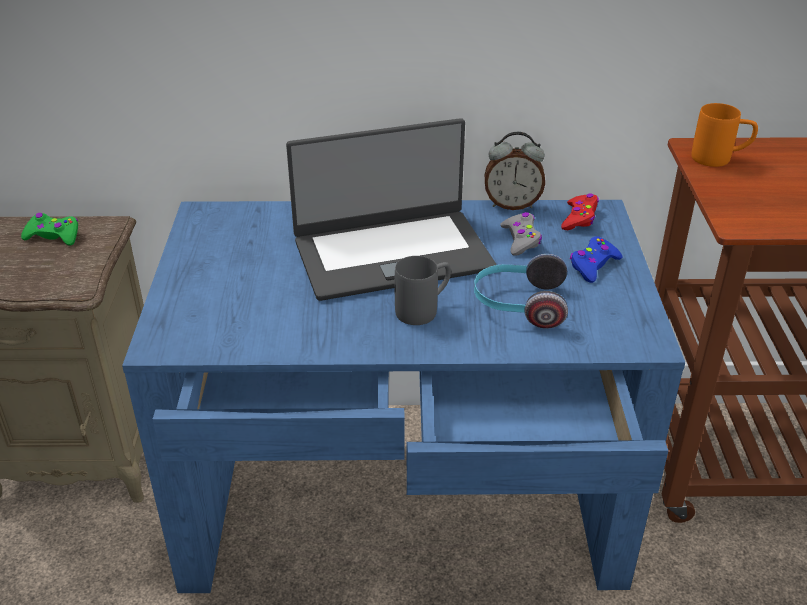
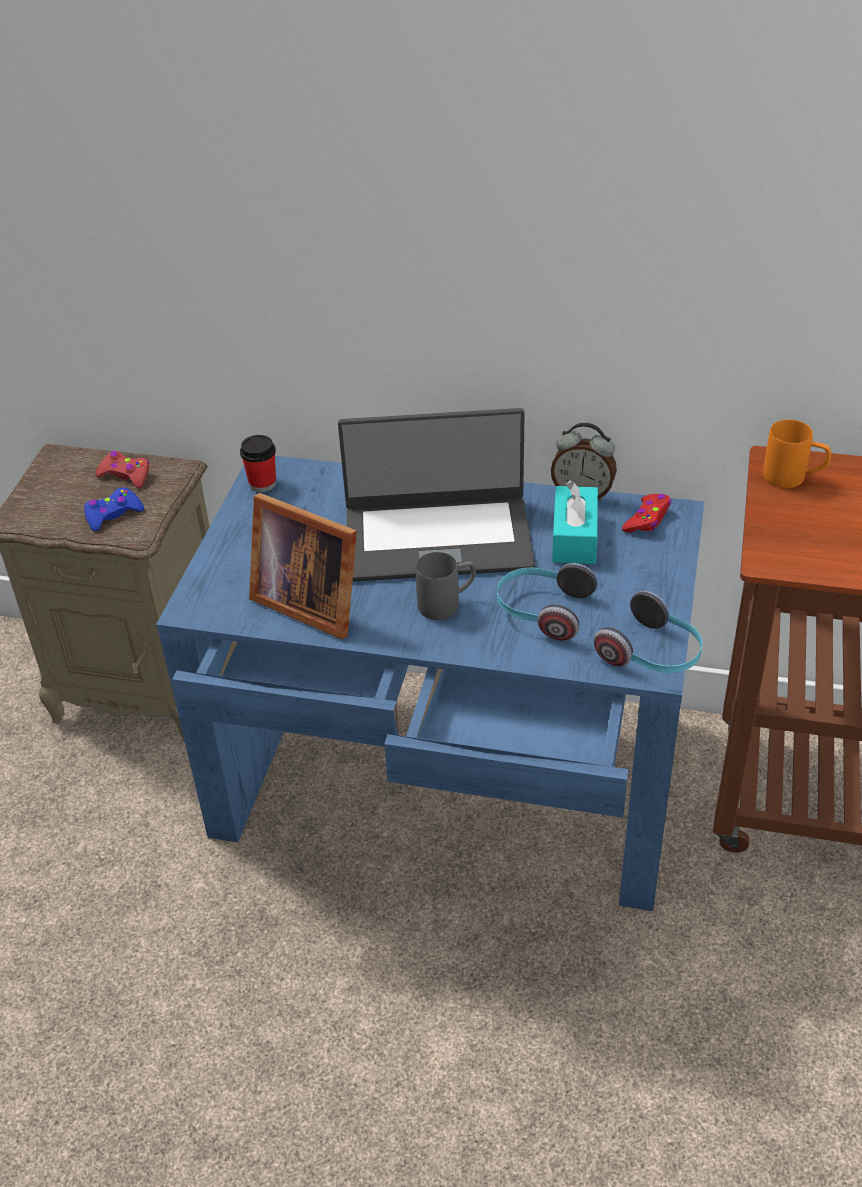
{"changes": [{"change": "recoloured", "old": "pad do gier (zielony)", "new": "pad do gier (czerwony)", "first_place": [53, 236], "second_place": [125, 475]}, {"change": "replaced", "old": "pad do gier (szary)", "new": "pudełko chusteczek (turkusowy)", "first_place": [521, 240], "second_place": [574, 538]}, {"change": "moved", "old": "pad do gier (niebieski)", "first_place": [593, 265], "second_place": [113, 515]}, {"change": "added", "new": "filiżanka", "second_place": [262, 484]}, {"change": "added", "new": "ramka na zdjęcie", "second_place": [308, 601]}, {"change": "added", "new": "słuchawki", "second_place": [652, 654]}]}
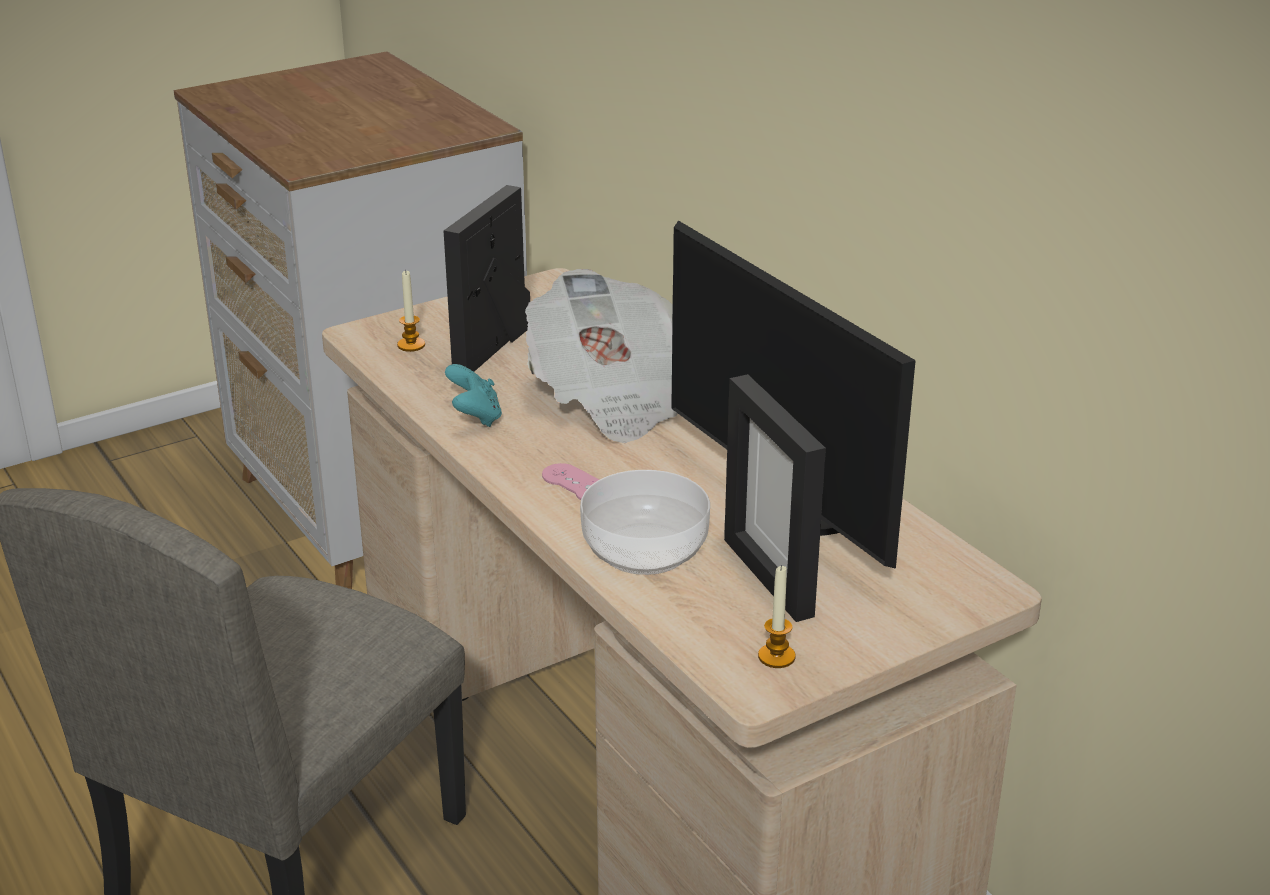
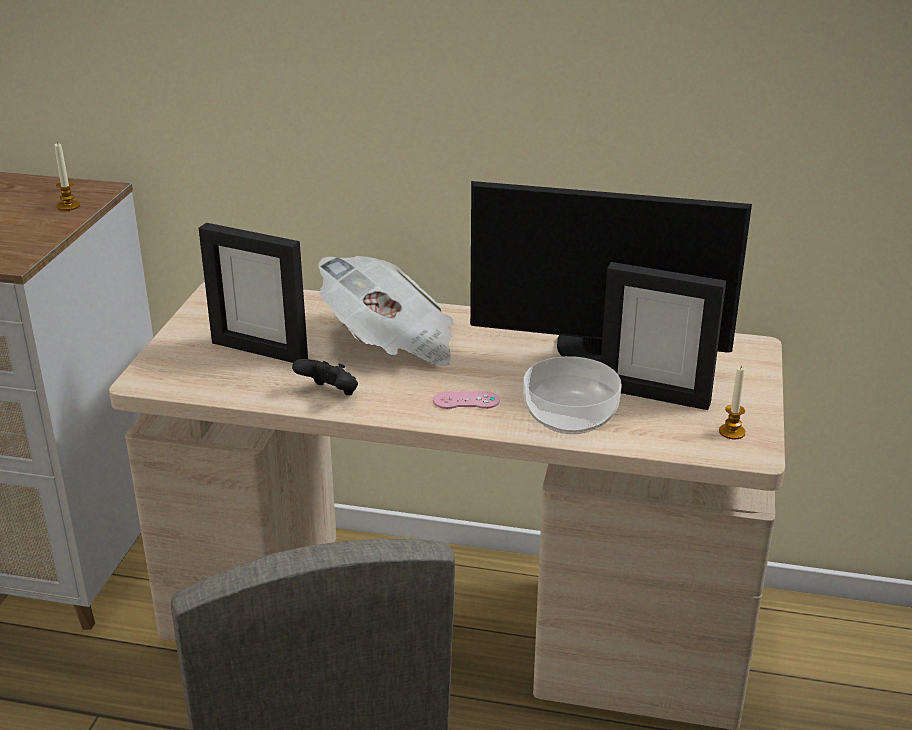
{"changes": [{"change": "moved", "old": "świeca", "first_place": [411, 345], "second_place": [68, 206]}, {"change": "turned", "old": "ramka na zdjęcie", "first_place": [492, 350], "second_place": [260, 349], "degrees": -45}, {"change": "recoloured", "old": "pad do gier (turkusowy)", "new": "pad do gier (czarny)", "first_place": [475, 417], "second_place": [329, 394]}]}
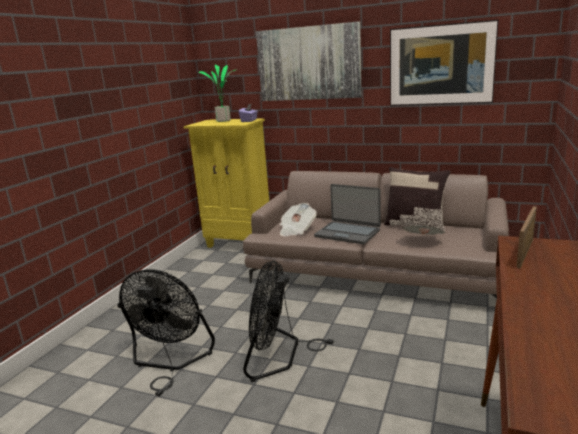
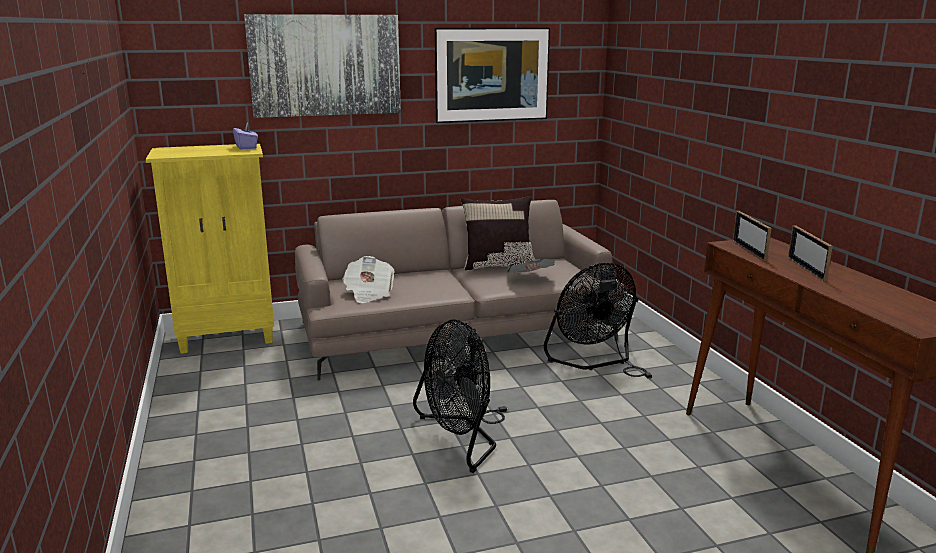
{"changes": [{"change": "moved", "old": "wentylator (czarny)", "first_place": [165, 360], "second_place": [601, 360]}, {"change": "removed", "old": "roślina doniczkowa", "first_place": [224, 120]}, {"change": "removed", "old": "laptop", "first_place": [348, 233]}, {"change": "added", "new": "ramka na zdjęcie", "second_place": [806, 269]}]}
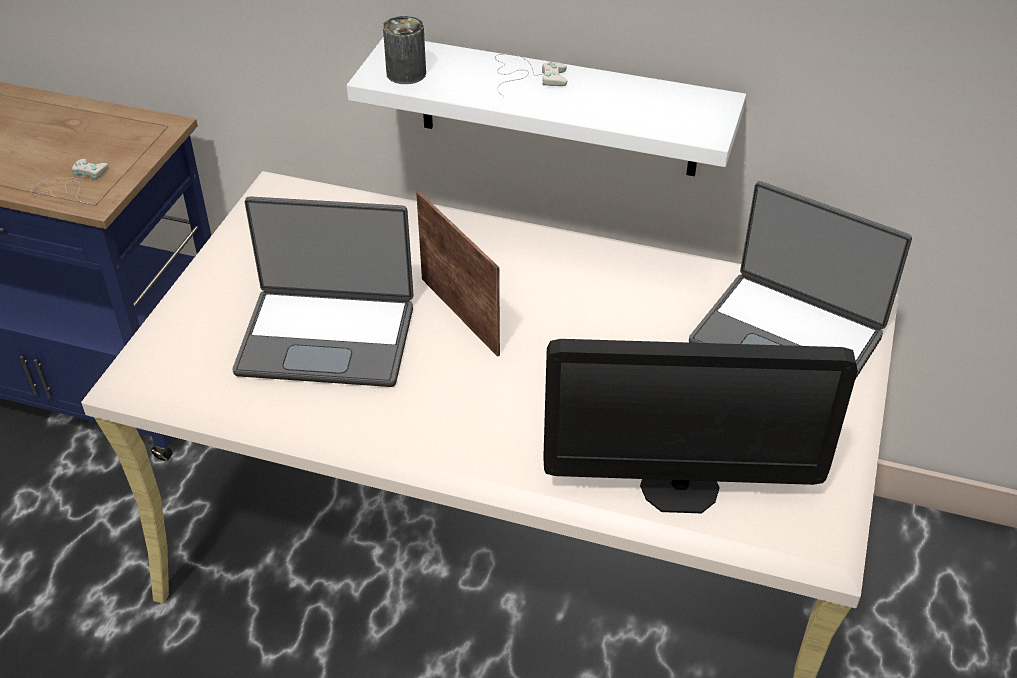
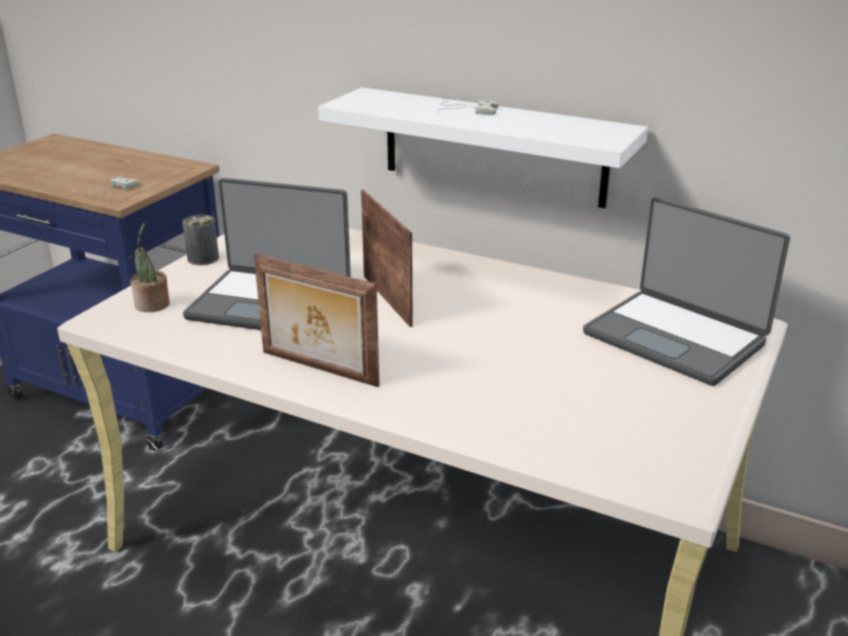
{"changes": [{"change": "moved", "old": "puszka", "first_place": [406, 73], "second_place": [203, 258]}, {"change": "removed", "old": "monitor", "first_place": [679, 487]}, {"change": "added", "new": "roślina doniczkowa", "second_place": [152, 305]}, {"change": "added", "new": "ramka na zdjęcie", "second_place": [318, 369]}]}
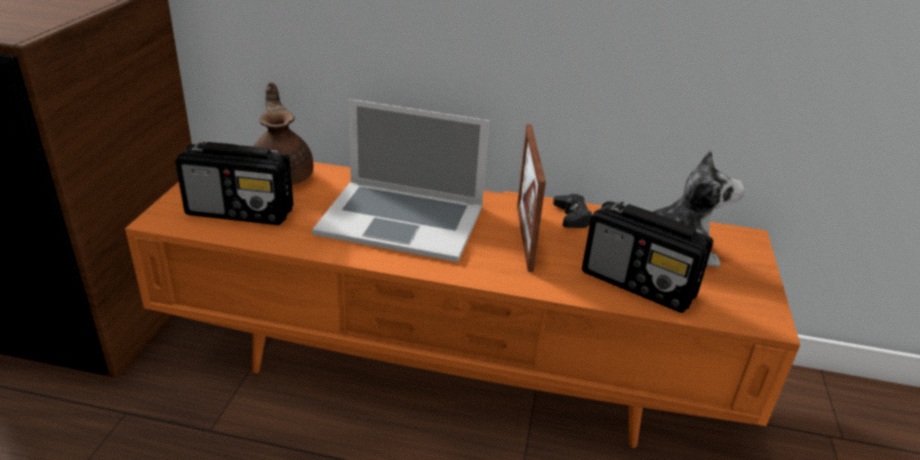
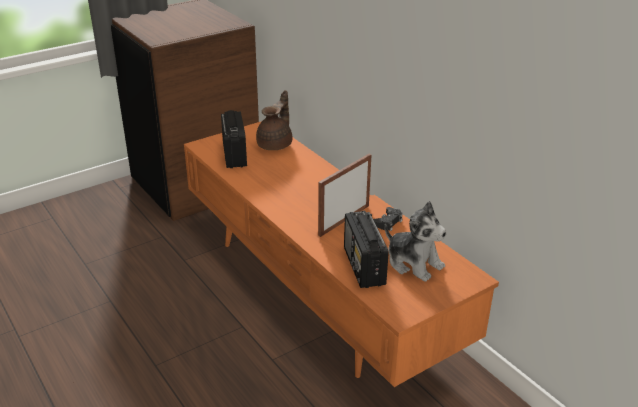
{"changes": [{"change": "turned", "old": "radio", "first_place": [241, 212], "second_place": [234, 154], "degrees": -150}, {"change": "removed", "old": "laptop", "first_place": [401, 219]}]}
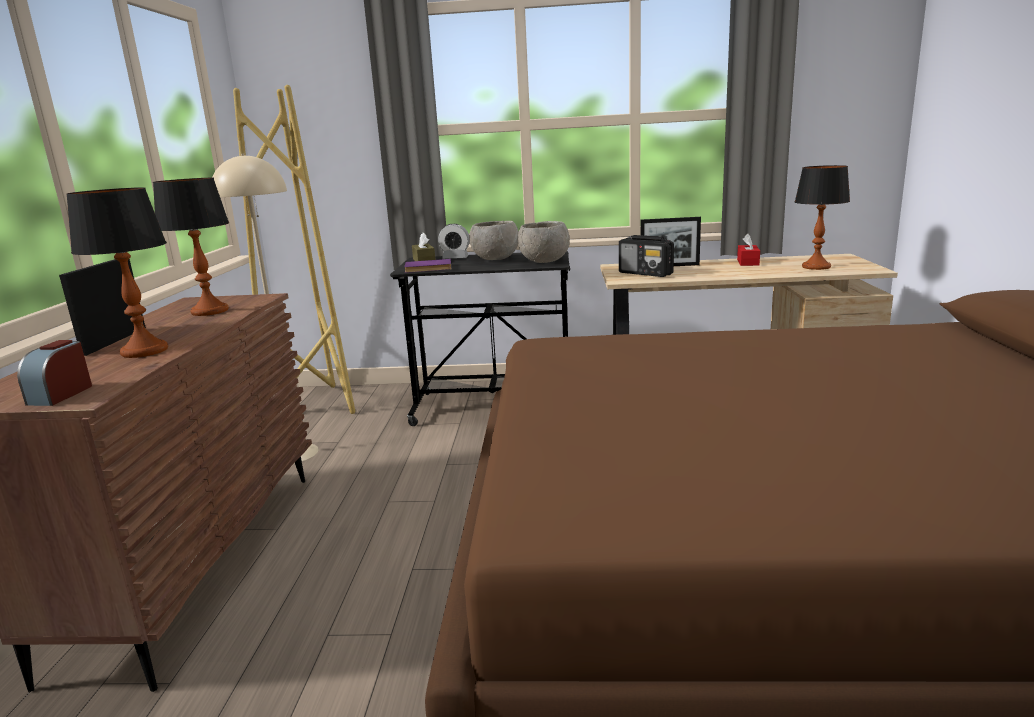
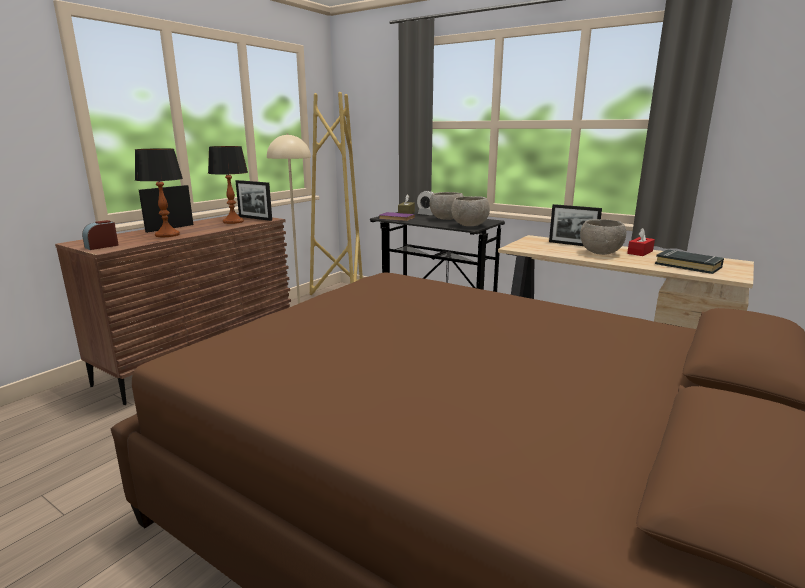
{"changes": [{"change": "removed", "old": "radio", "first_place": [646, 273]}, {"change": "replaced", "old": "lampa stołowa", "new": "książka (czarny)", "first_place": [815, 267], "second_place": [688, 265]}, {"change": "added", "new": "ramka na zdjęcie", "second_place": [255, 218]}, {"change": "added", "new": "miska (szary)", "second_place": [599, 253]}]}
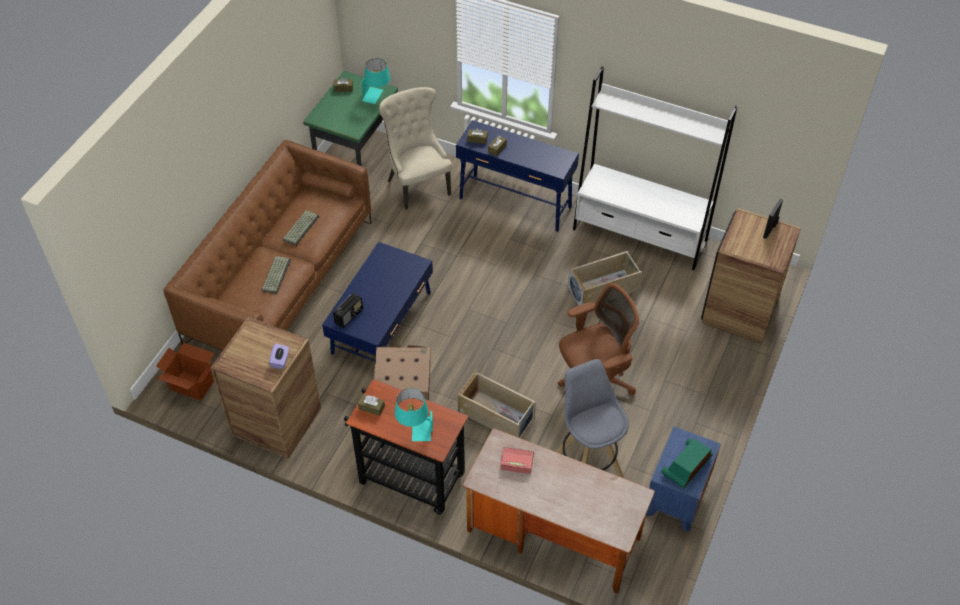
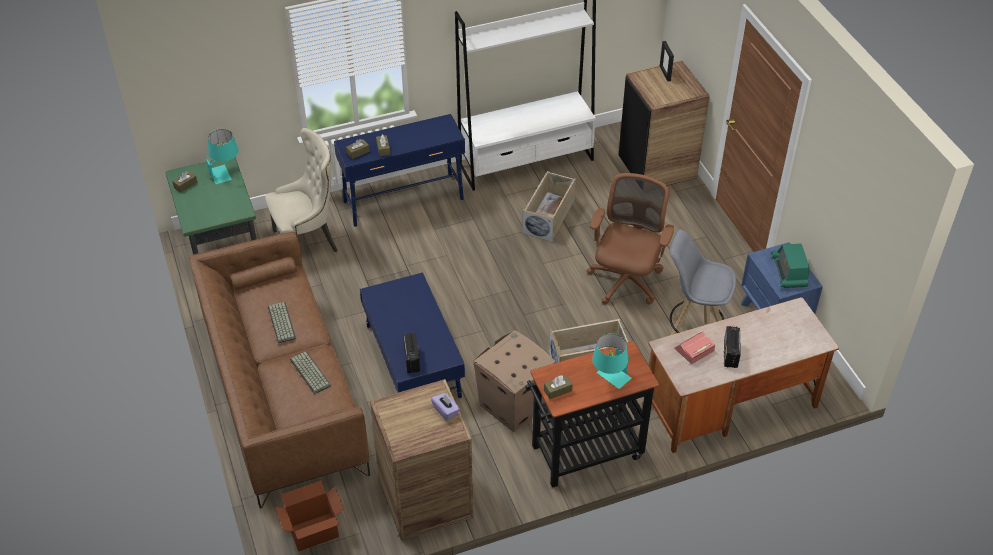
{"changes": [{"change": "turned", "old": "krzesło (beżowy)", "first_place": [418, 186], "second_place": [307, 240], "degrees": 135}, {"change": "added", "new": "radio", "second_place": [730, 354]}]}
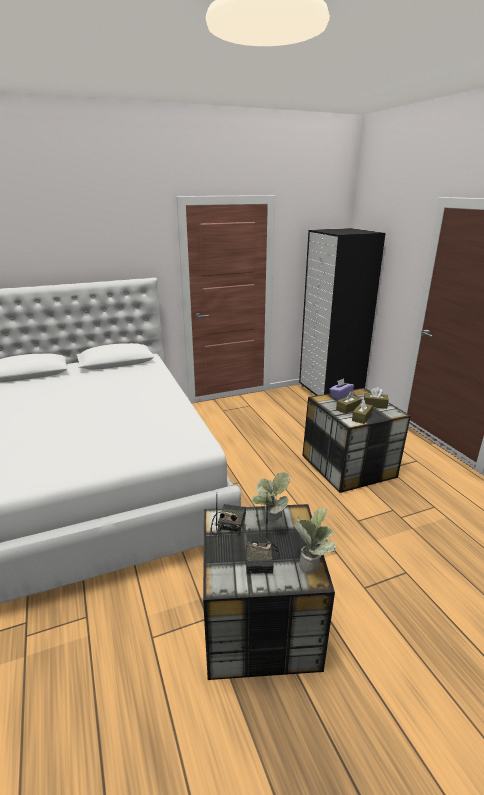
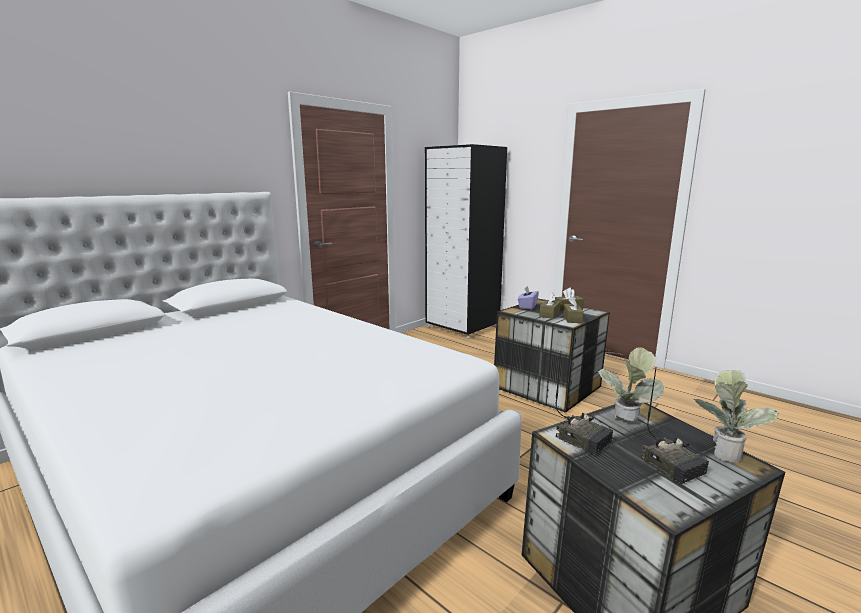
{"changes": [{"change": "turned", "old": "radio", "first_place": [228, 523], "second_place": [583, 438], "degrees": 150}]}
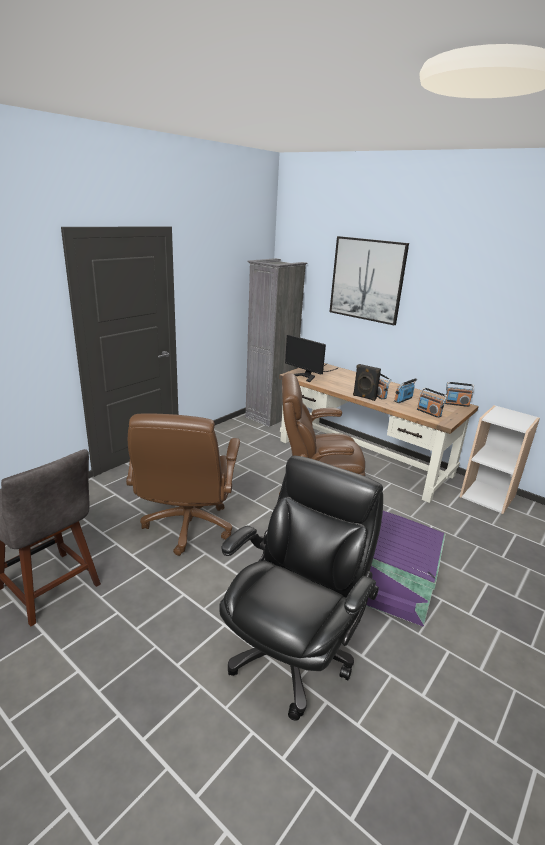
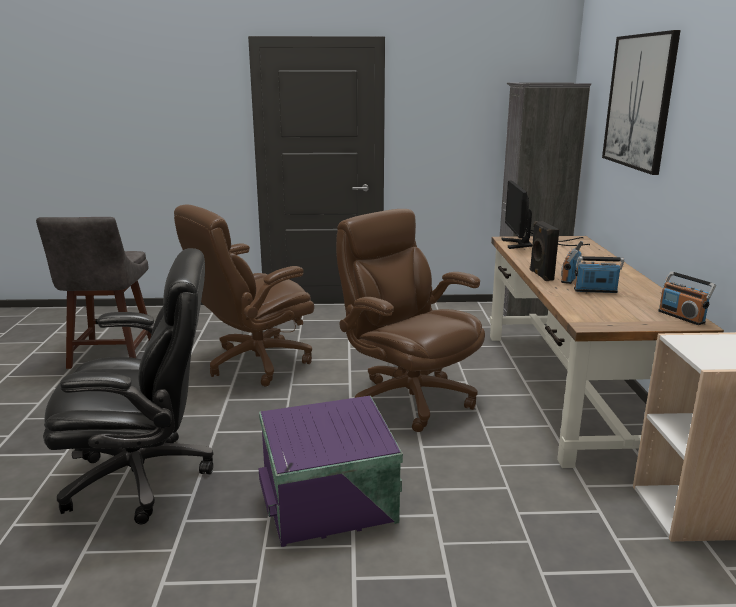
{"changes": [{"change": "removed", "old": "radio", "first_place": [429, 412]}]}
